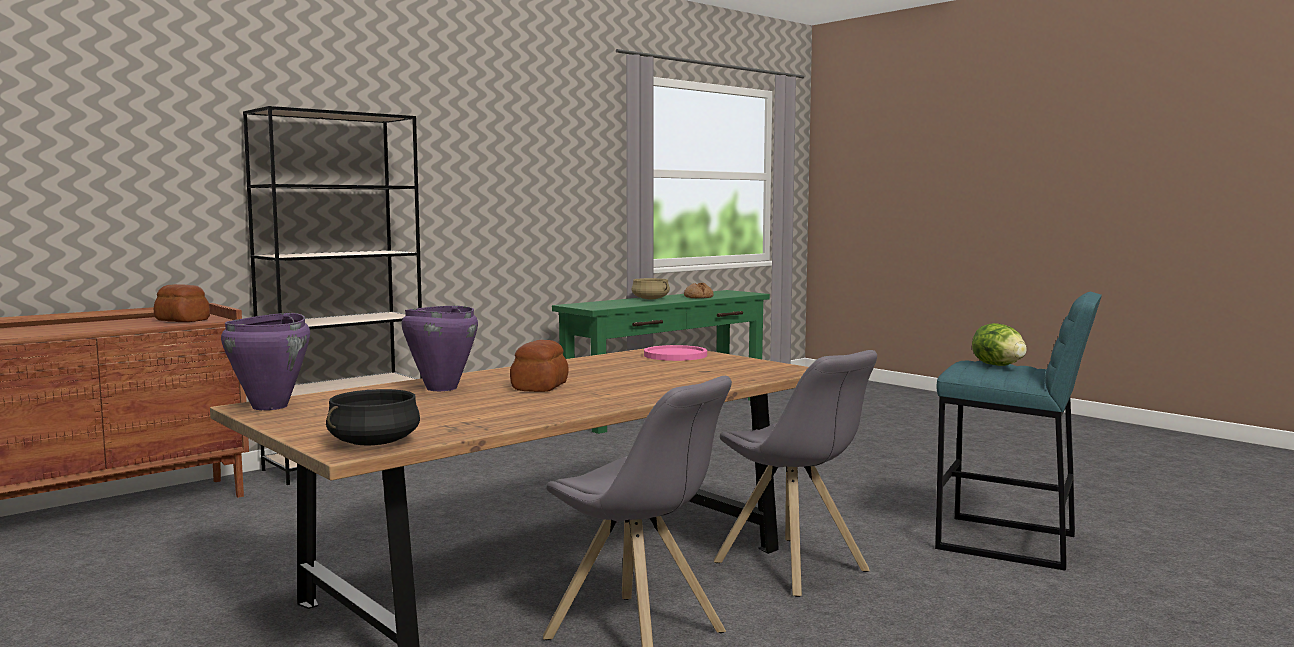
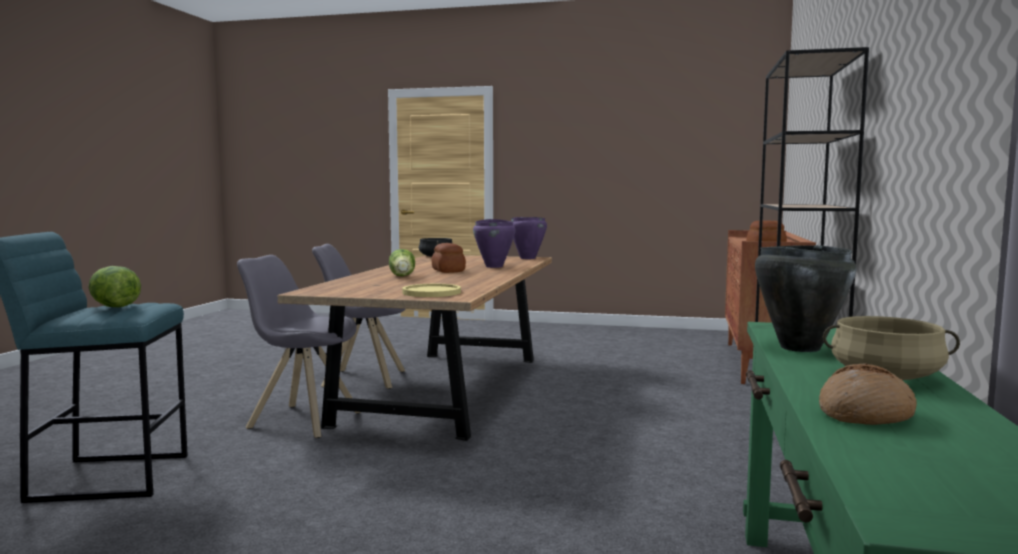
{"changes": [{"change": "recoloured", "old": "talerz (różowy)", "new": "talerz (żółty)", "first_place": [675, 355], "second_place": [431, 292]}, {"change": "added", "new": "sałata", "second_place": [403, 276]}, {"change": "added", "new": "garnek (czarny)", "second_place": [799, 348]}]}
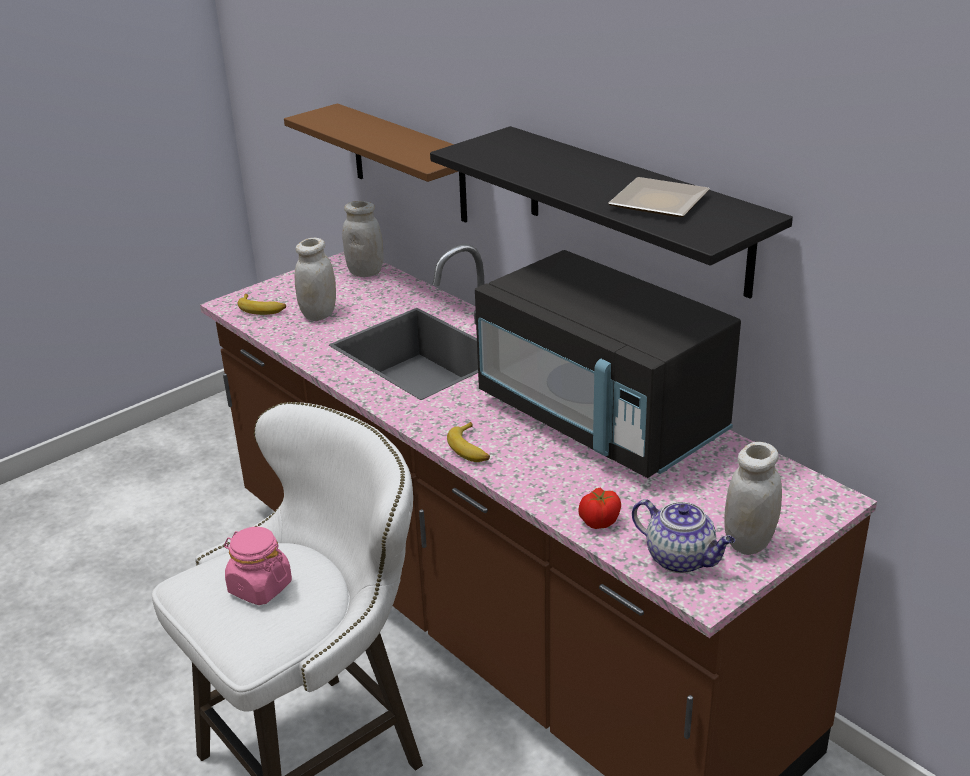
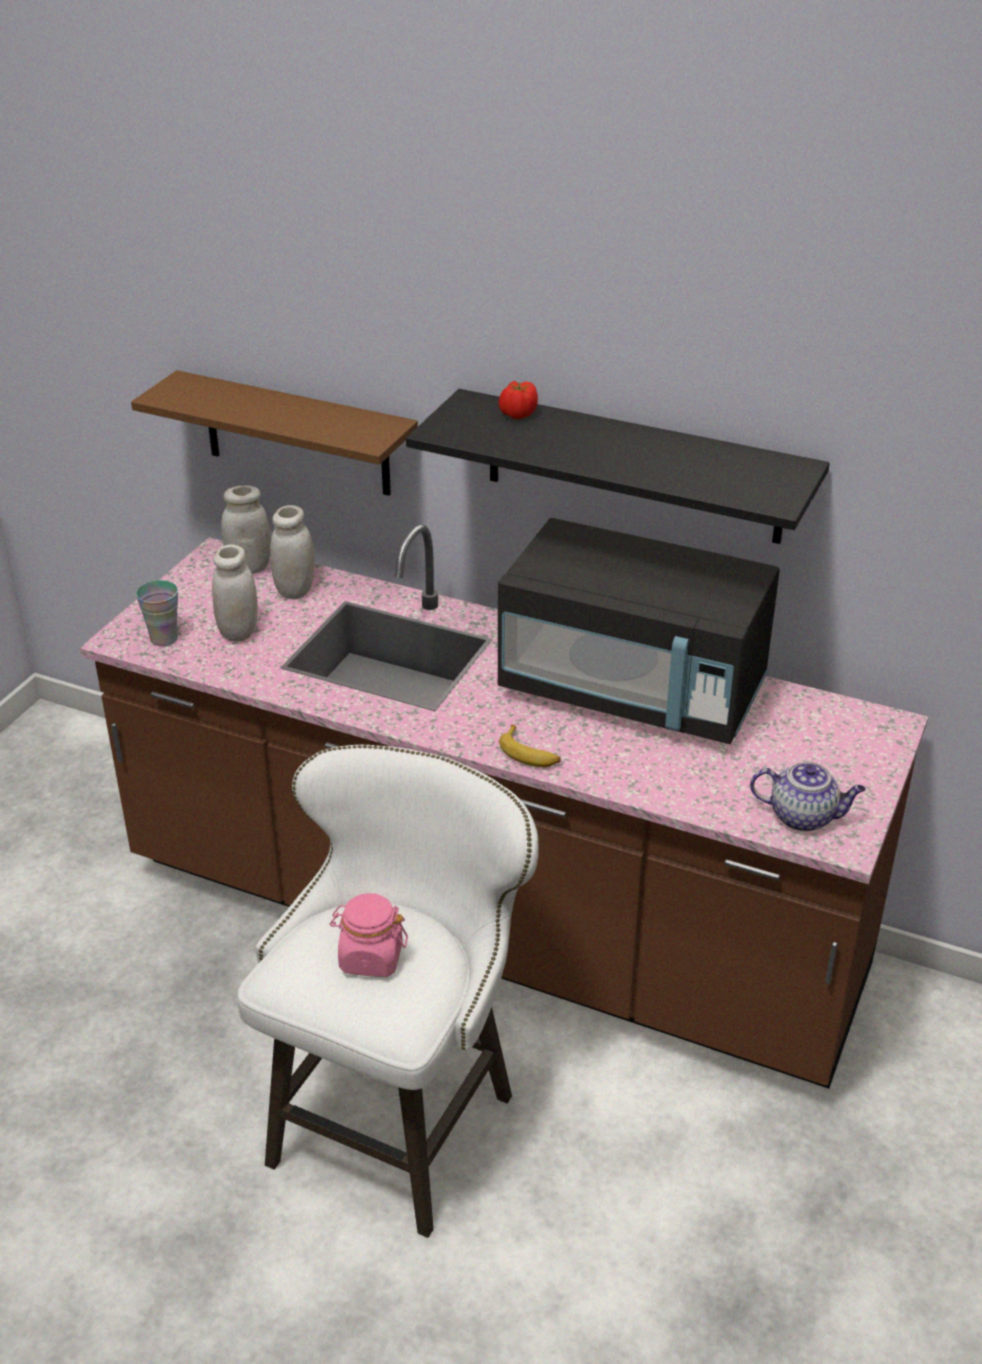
{"changes": [{"change": "replaced", "old": "banan", "new": "filiżanka", "first_place": [262, 309], "second_place": [164, 638]}, {"change": "moved", "old": "pomidor", "first_place": [599, 522], "second_place": [517, 415]}, {"change": "removed", "old": "talerz", "first_place": [662, 202]}, {"change": "moved", "old": "słoik (biały)", "first_place": [749, 542], "second_place": [295, 590]}]}
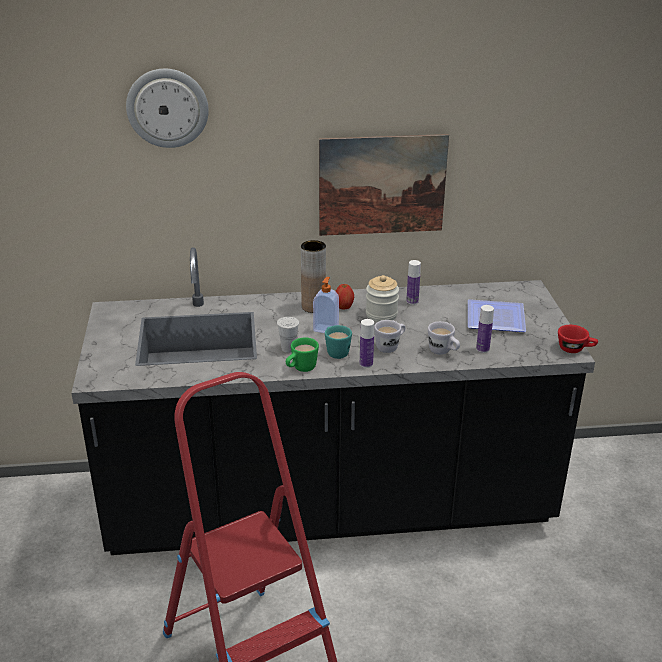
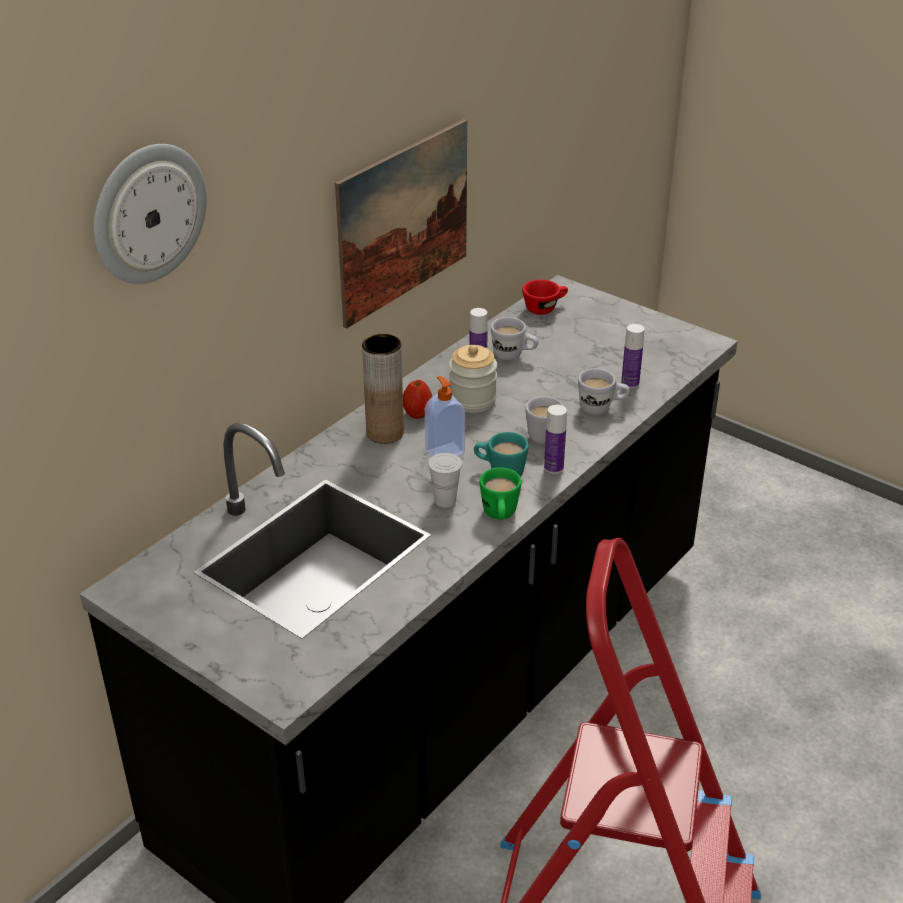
{"changes": [{"change": "removed", "old": "talerz", "first_place": [497, 318]}, {"change": "moved", "old": "filiżanka (czerwony)", "first_place": [575, 349], "second_place": [544, 308]}, {"change": "added", "new": "kubek (biały)", "second_place": [514, 356]}]}
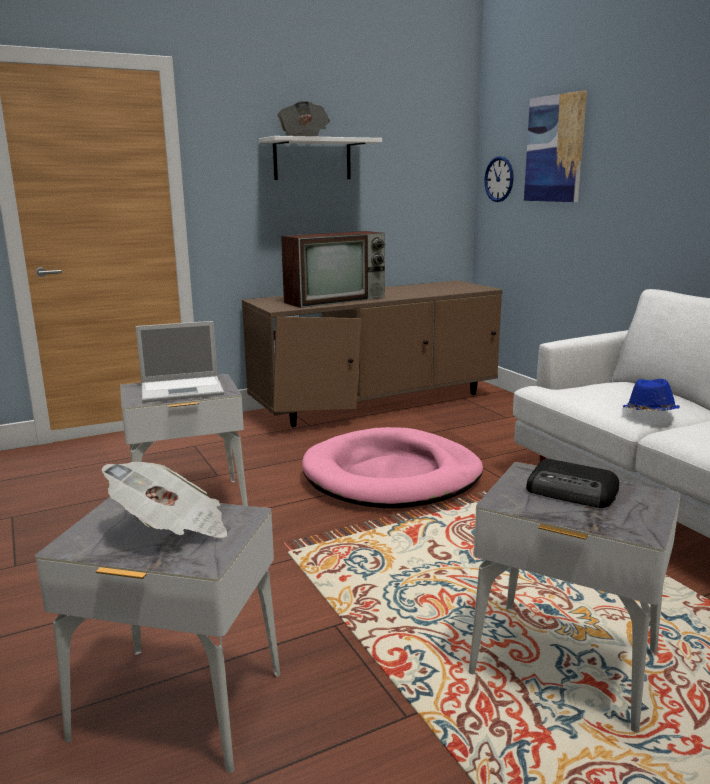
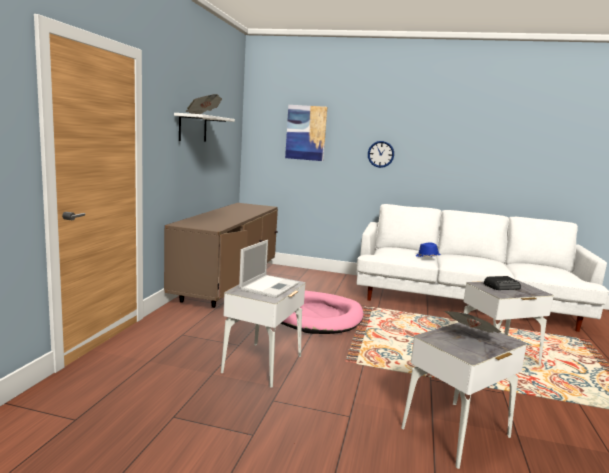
{"changes": [{"change": "removed", "old": "telewizor", "first_place": [336, 300]}, {"change": "moved", "old": "zegar ścienny", "first_place": [499, 179], "second_place": [380, 154]}]}
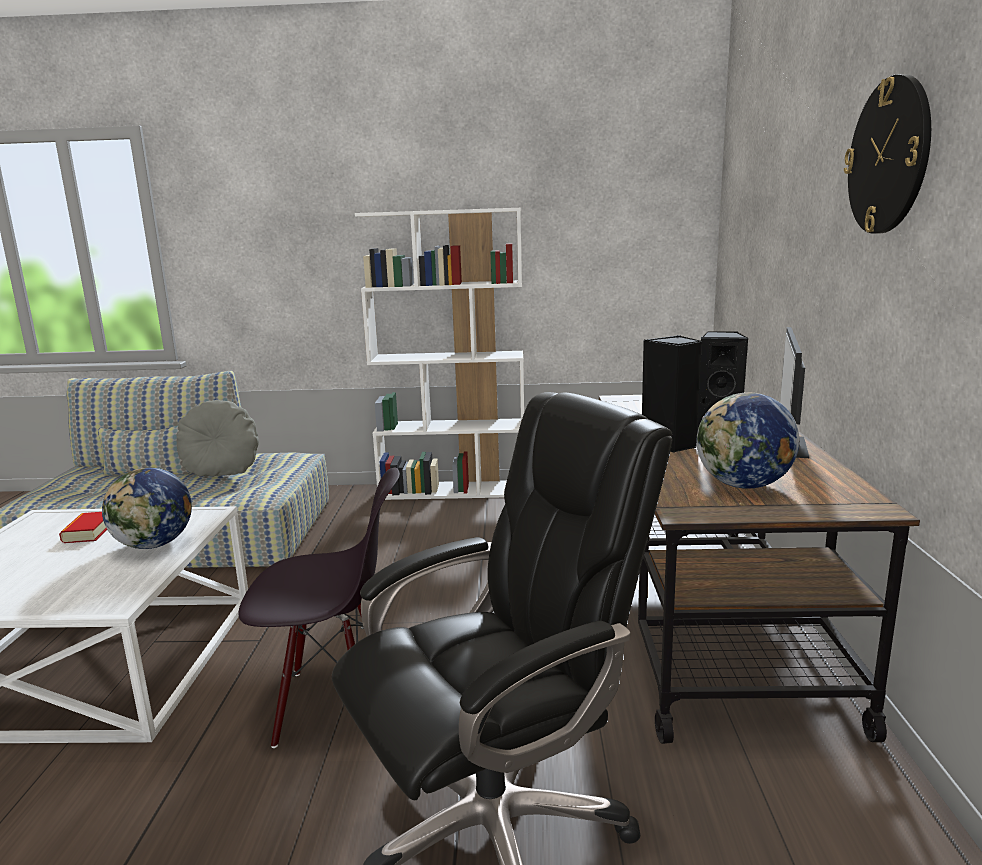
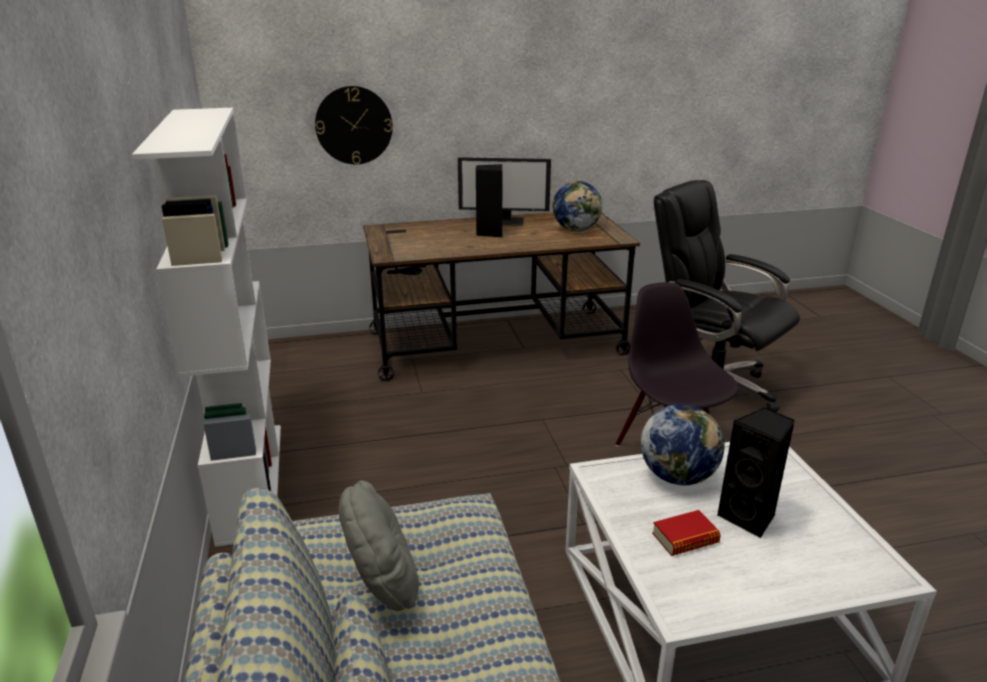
{"changes": [{"change": "moved", "old": "głośnik (czarny)", "first_place": [670, 445], "second_place": [749, 518]}, {"change": "moved", "old": "zegar ścienny", "first_place": [888, 156], "second_place": [354, 125]}]}
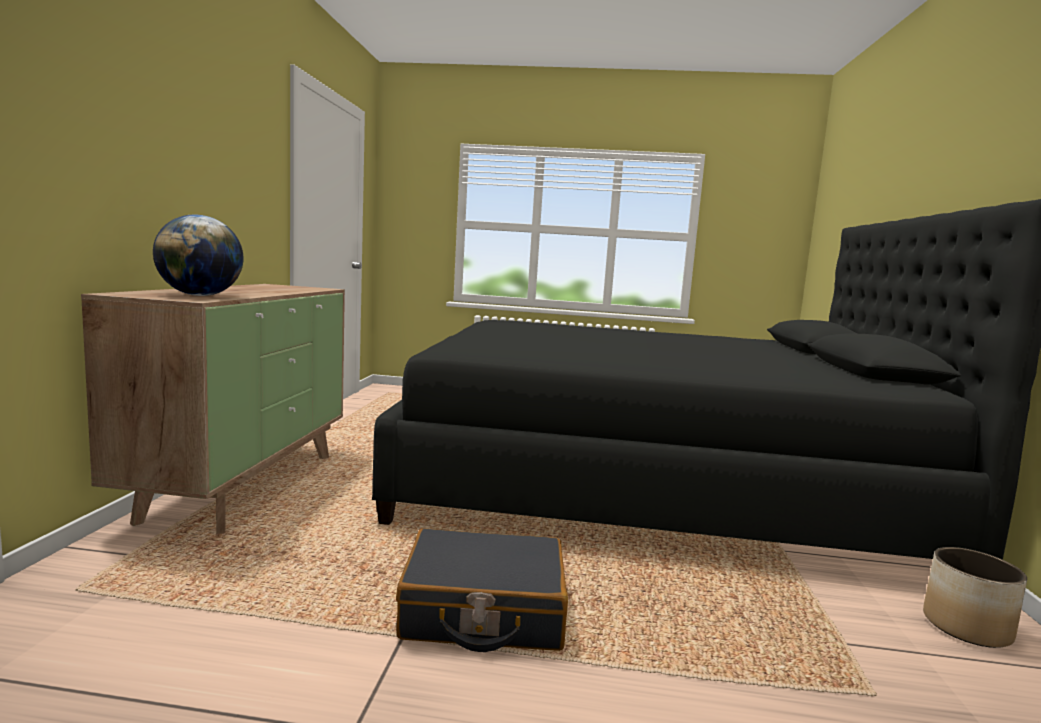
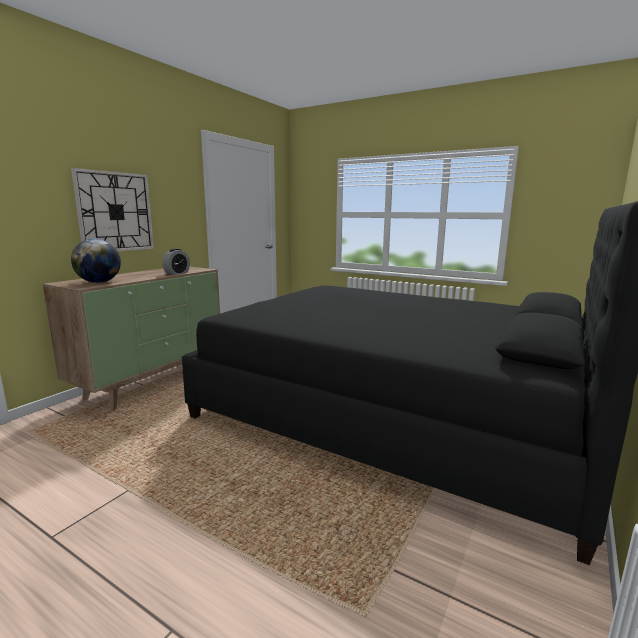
{"changes": [{"change": "removed", "old": "walizka (czarny)", "first_place": [483, 612]}, {"change": "removed", "old": "donica", "first_place": [967, 627]}, {"change": "added", "new": "zegar ścienny", "second_place": [115, 212]}, {"change": "added", "new": "budzik", "second_place": [177, 273]}]}
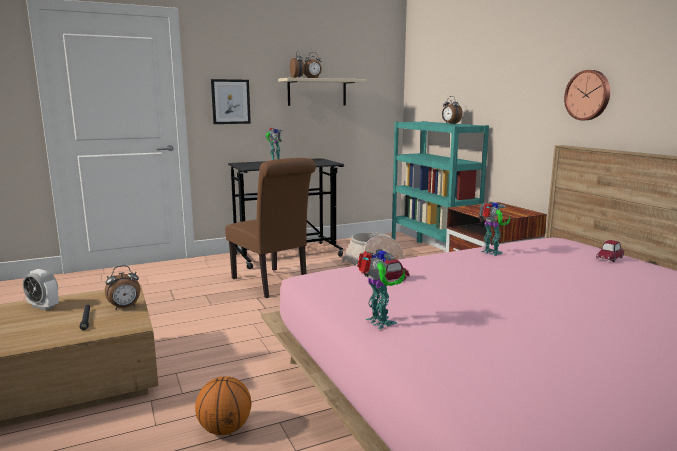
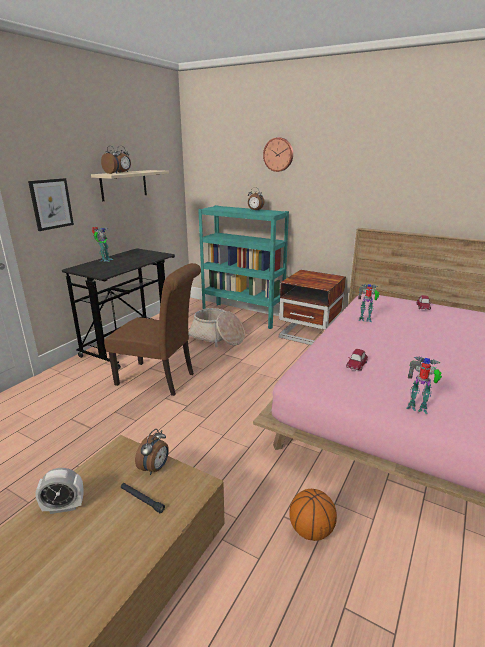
{"changes": [{"change": "moved", "old": "zegar ścienny", "first_place": [588, 95], "second_place": [278, 154]}]}
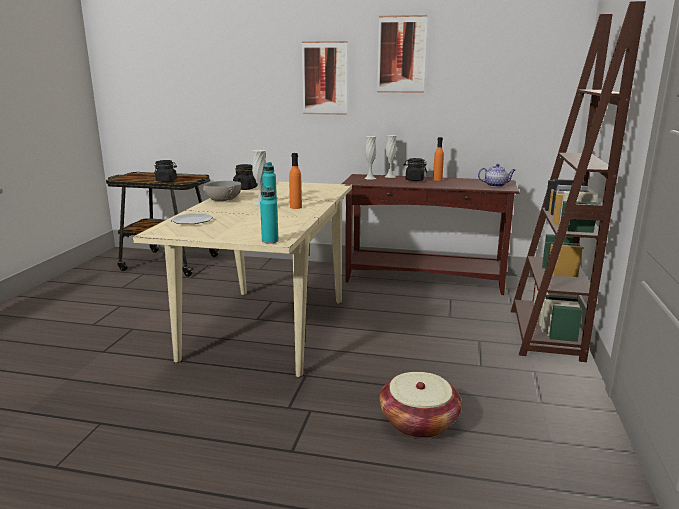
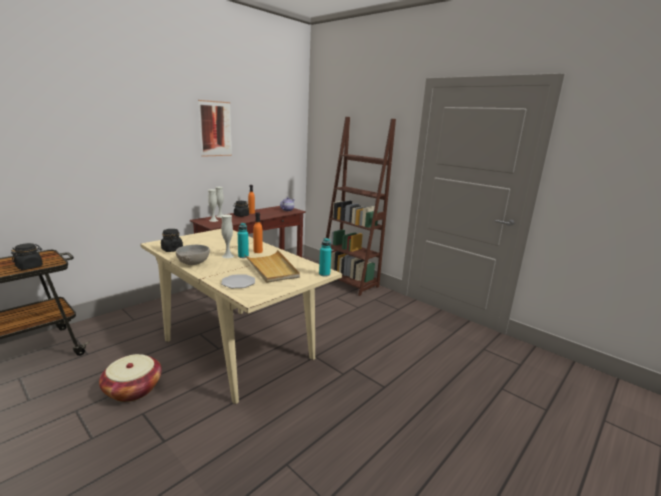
{"changes": [{"change": "removed", "old": "obraz", "first_place": [324, 78]}, {"change": "moved", "old": "koszyk", "first_place": [418, 422], "second_place": [133, 389]}, {"change": "added", "new": "taca (beżowy)", "second_place": [271, 268]}]}
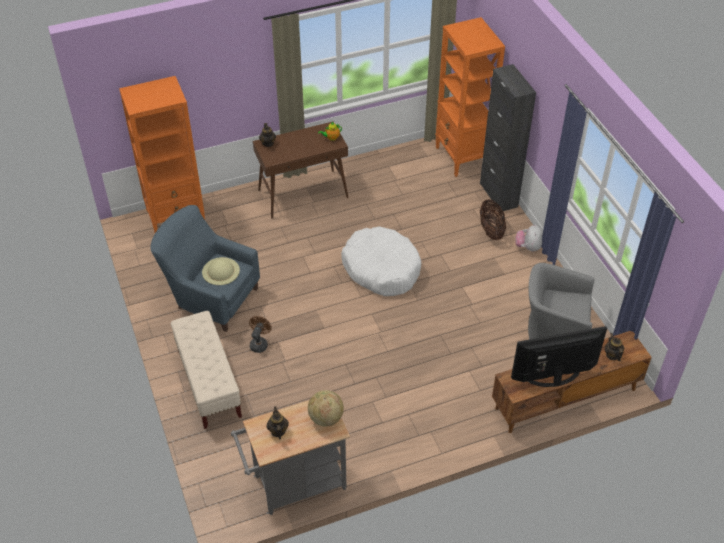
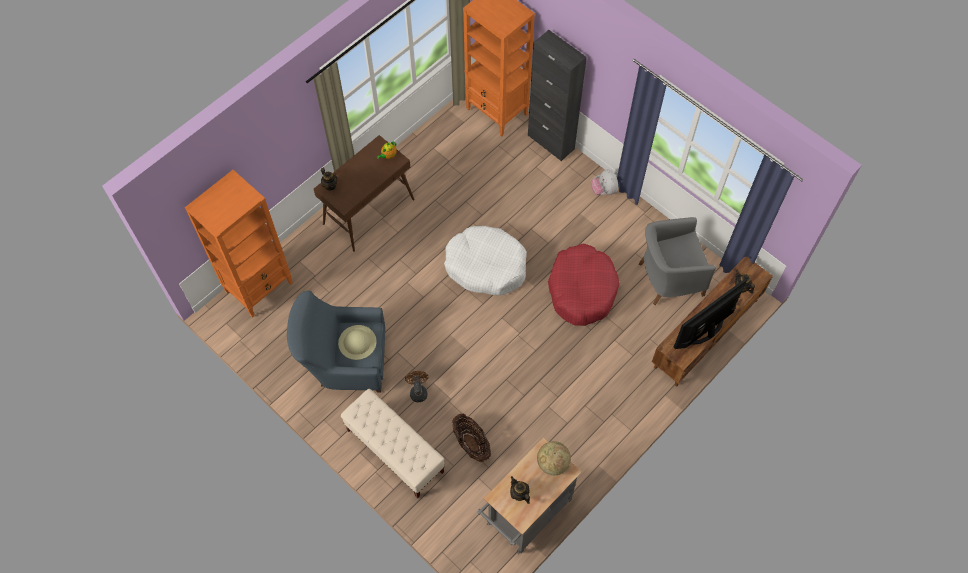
{"changes": [{"change": "moved", "old": "koszyk", "first_place": [491, 230], "second_place": [471, 443]}, {"change": "added", "new": "legowisko (czerwony)", "second_place": [582, 289]}]}
